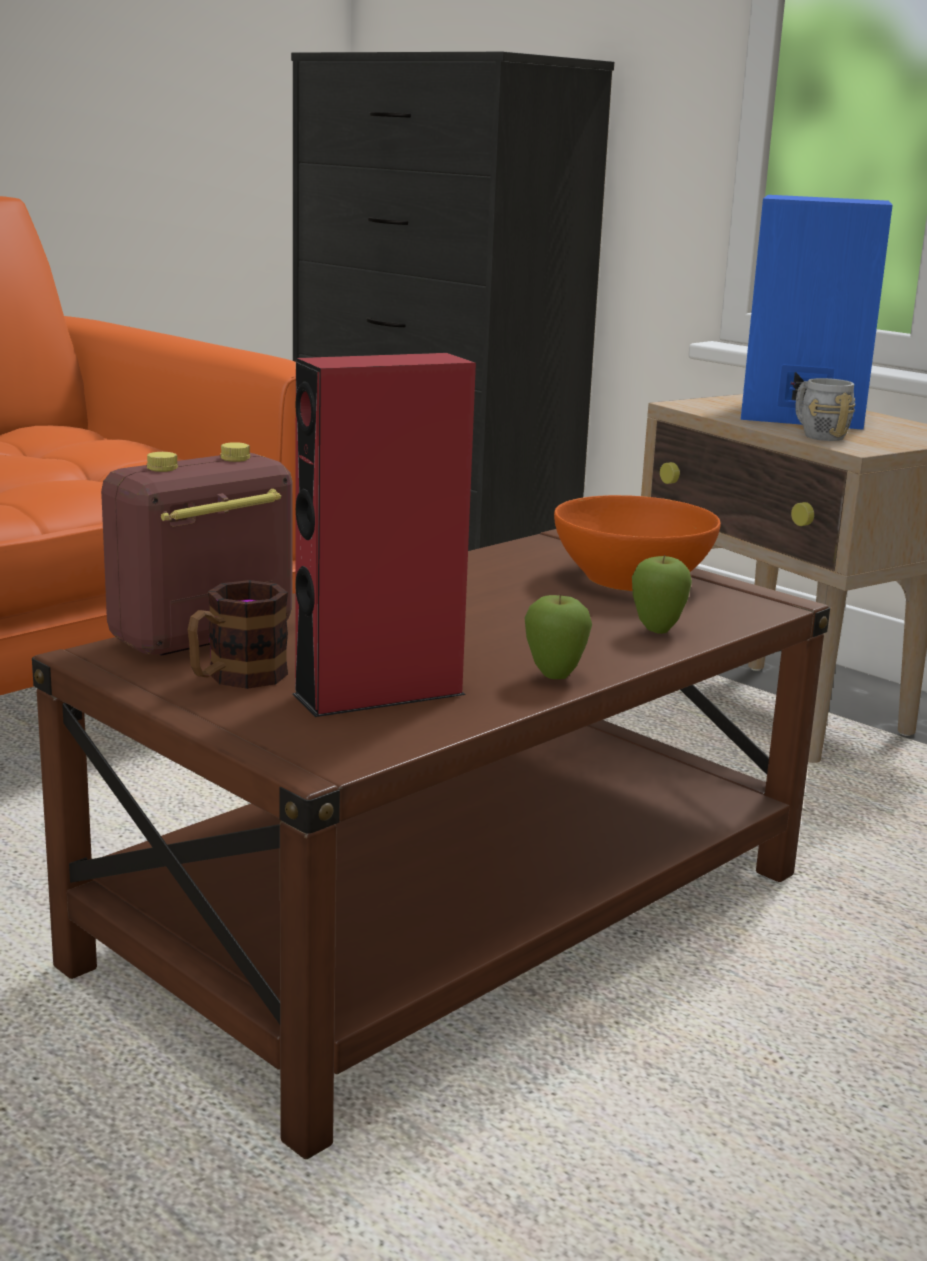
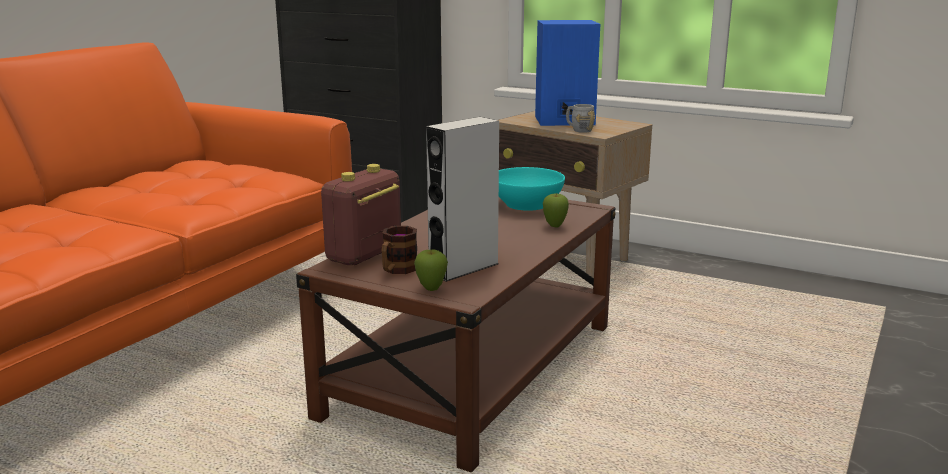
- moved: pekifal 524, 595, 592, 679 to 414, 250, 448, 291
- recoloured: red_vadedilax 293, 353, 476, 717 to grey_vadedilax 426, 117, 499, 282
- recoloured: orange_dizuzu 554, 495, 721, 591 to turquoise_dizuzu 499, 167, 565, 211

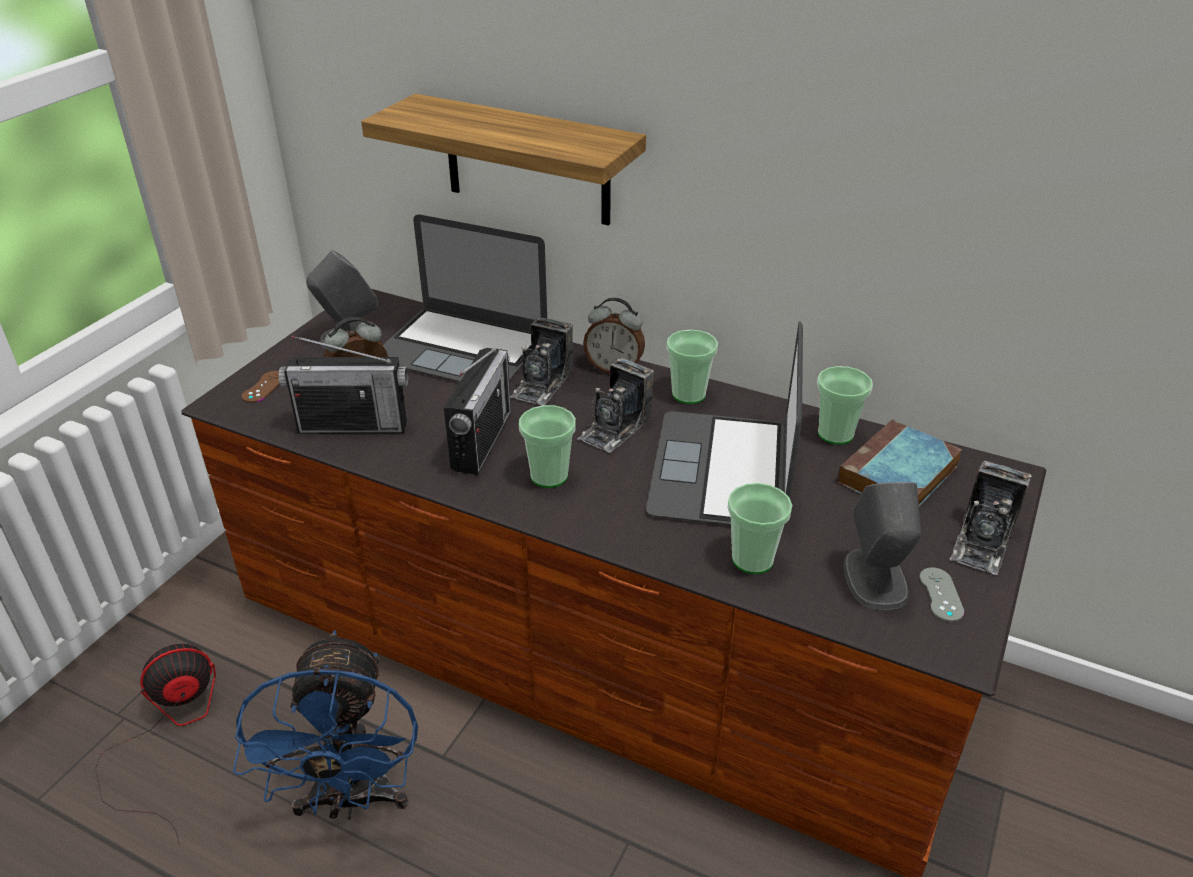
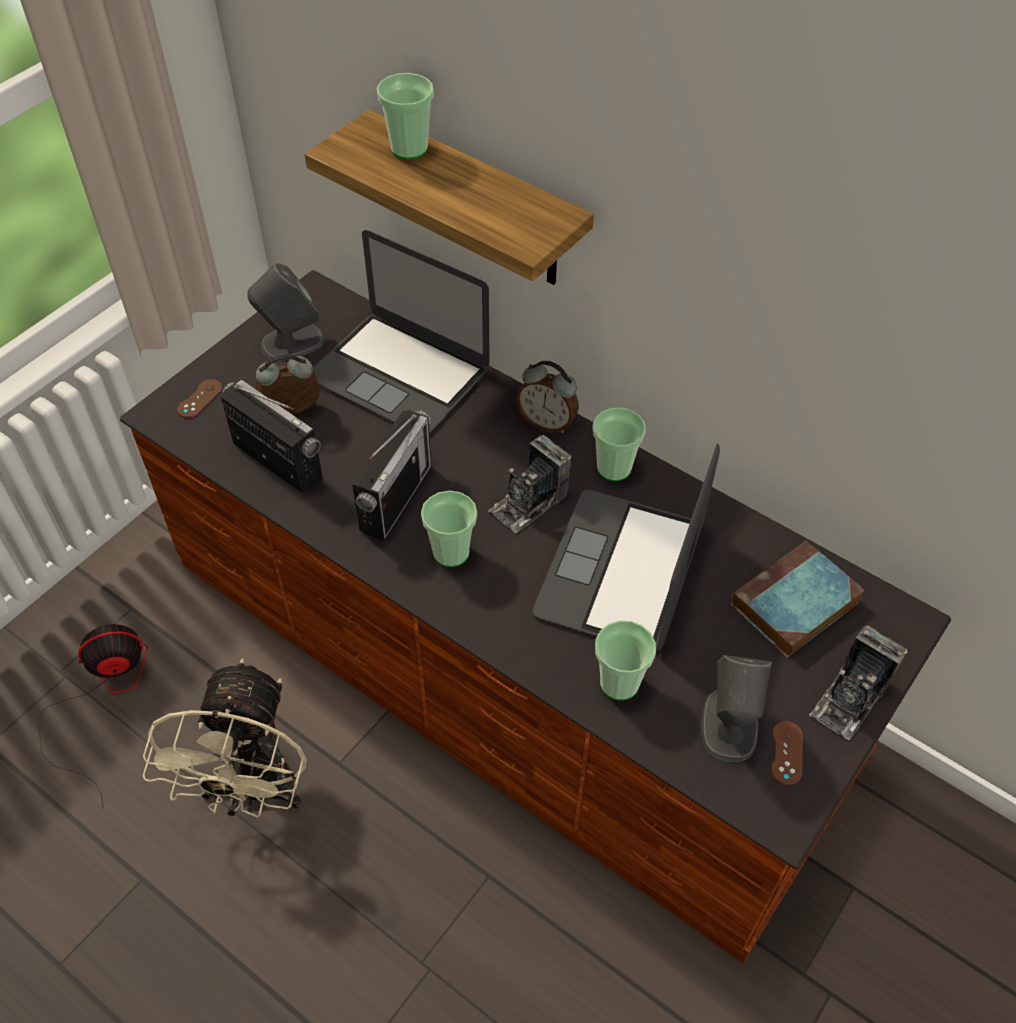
- removed: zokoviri 510, 317, 573, 405
- moved: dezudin 817, 366, 873, 445 to 377, 73, 434, 160
- recoloured: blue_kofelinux 233, 630, 418, 820 to beige_kofelinux 142, 658, 307, 818
- recoloured: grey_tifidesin 919, 567, 964, 622 to brown_tifidesin 771, 721, 803, 785
- turned: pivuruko 278, 336, 408, 434 = 221, 379, 323, 493 150 degrees counterclockwise

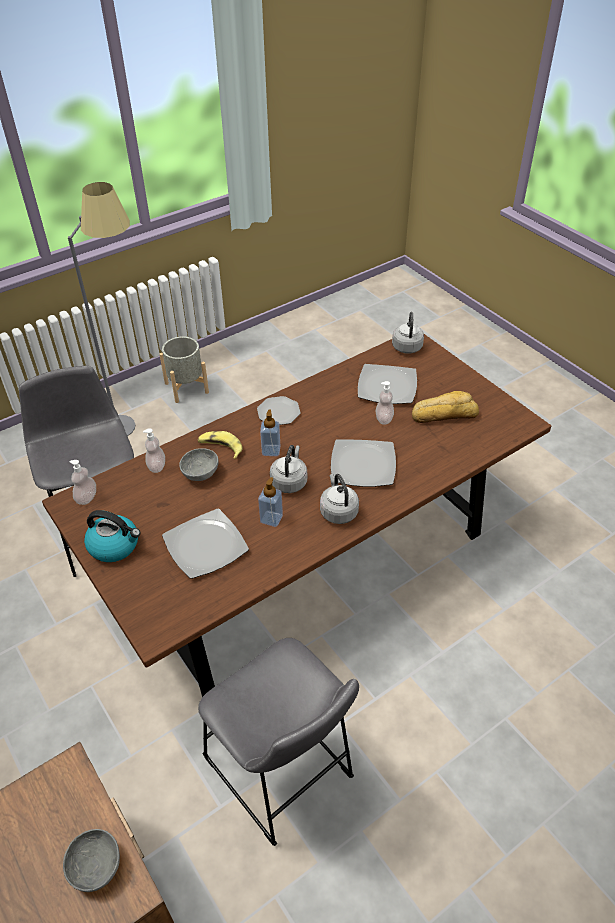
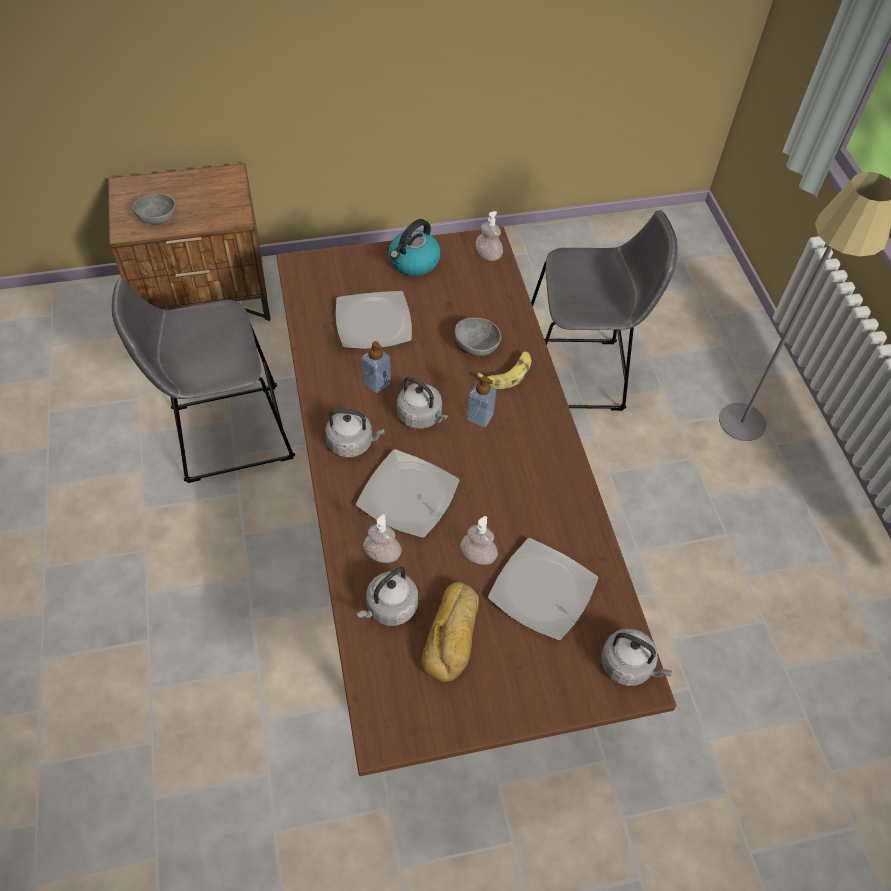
- removed: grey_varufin 159, 337, 209, 403
- removed: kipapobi 257, 396, 301, 425
- added: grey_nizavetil 357, 566, 418, 626
- moved: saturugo 143, 428, 165, 473 to 363, 514, 402, 563

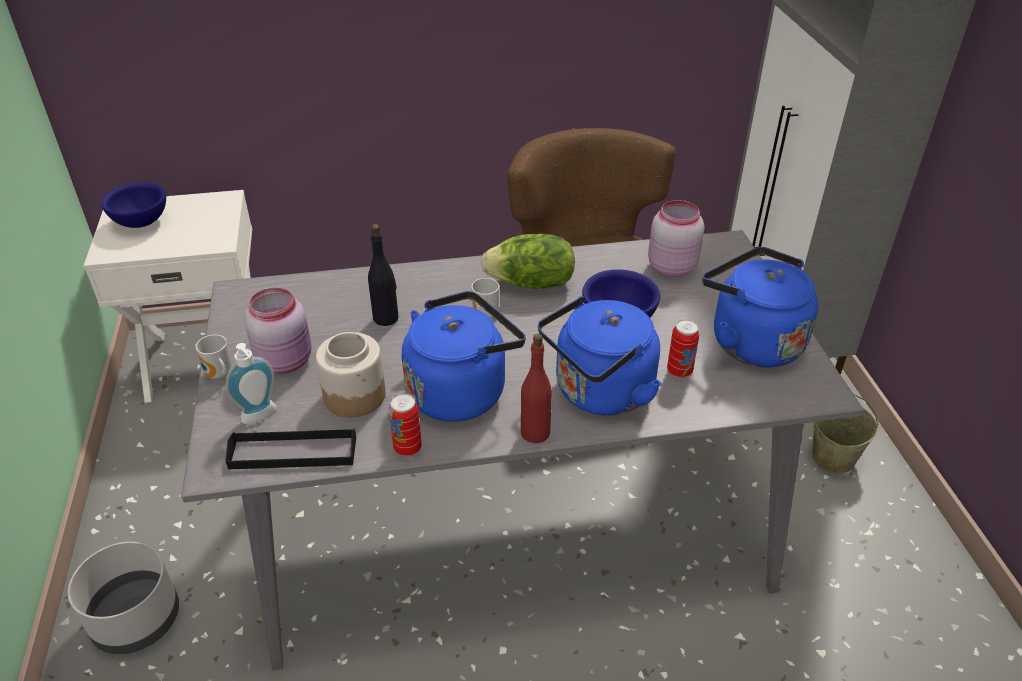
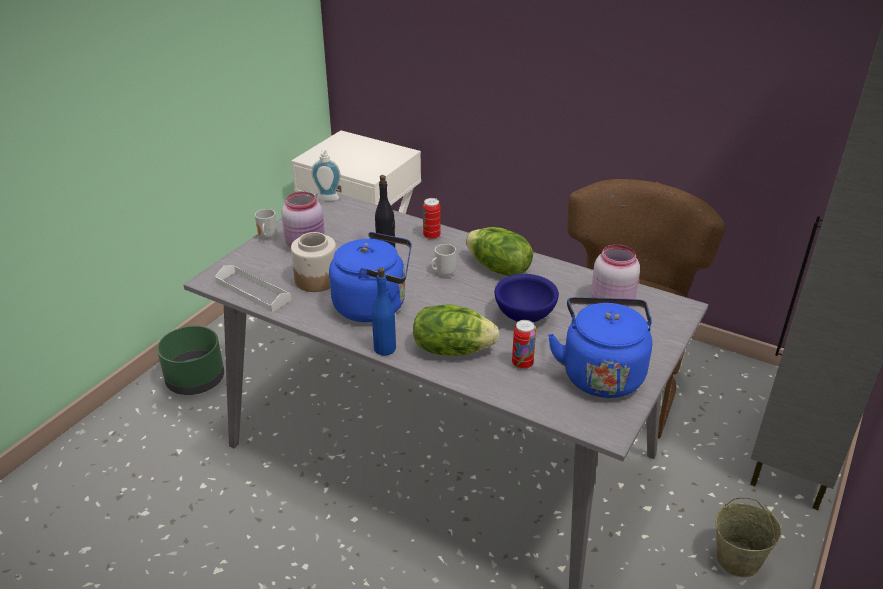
- removed: blue_dizuzu 101, 182, 166, 228
- moved: saturugo 226, 343, 277, 424 to 312, 148, 341, 201
- moved: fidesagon 389, 394, 422, 456 to 423, 198, 441, 240
- replaced: blue_nizavetil 538, 296, 661, 416 to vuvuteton 413, 304, 499, 356
- recoloured: grey_varufin 68, 541, 179, 654 to green_varufin 157, 326, 224, 395
- recoloured: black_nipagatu 225, 428, 356, 469 to white_nipagatu 215, 265, 291, 312
- recoloured: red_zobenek 521, 334, 552, 443 to blue_zobenek 372, 267, 396, 356

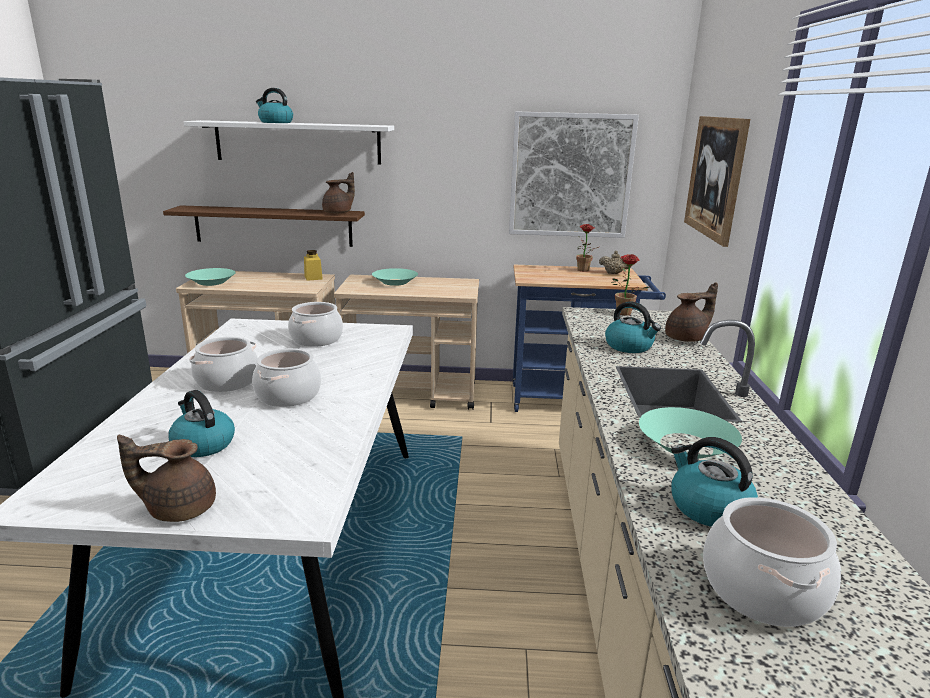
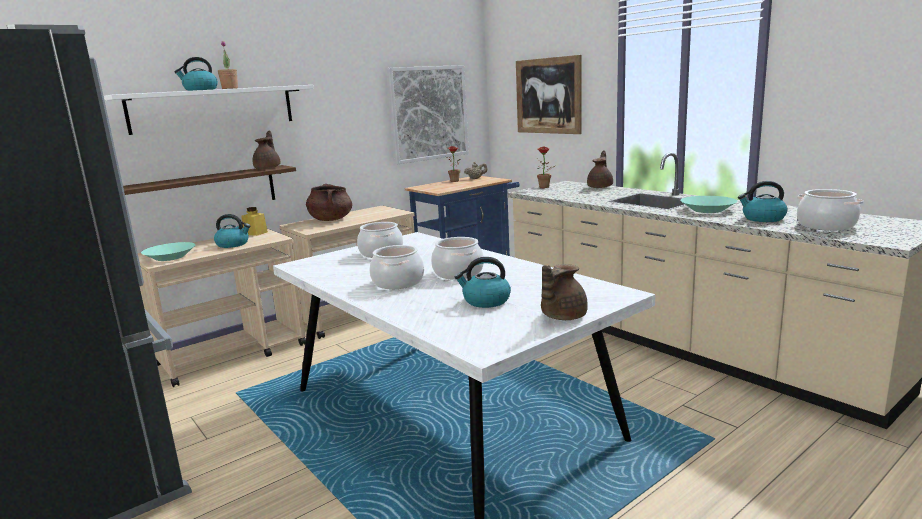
- added: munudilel 218, 41, 238, 89
- moved: nizavetil 605, 301, 661, 353 to 214, 214, 250, 248
- replaced: turquoise_dizuzu 372, 268, 418, 286 to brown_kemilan 306, 184, 352, 221

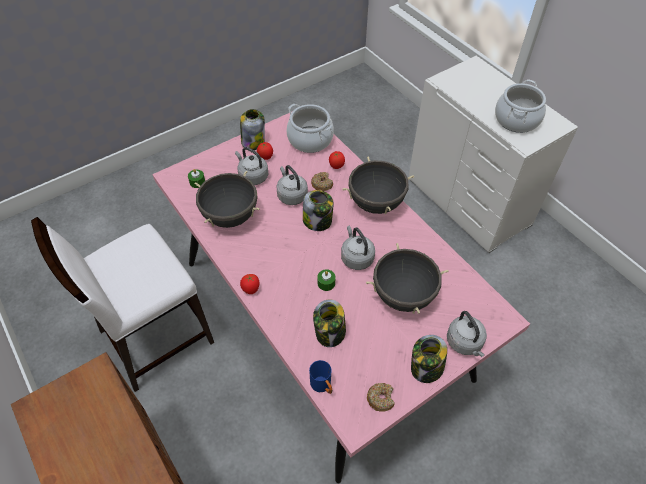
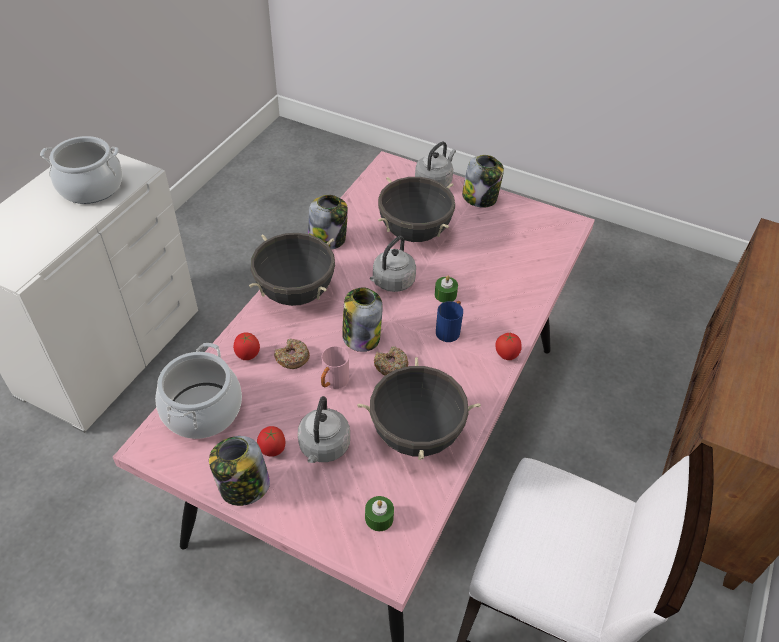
- moved: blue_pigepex 309, 360, 332, 394 to 436, 301, 463, 342
- moved: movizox 313, 300, 346, 347 to 308, 195, 348, 250
- moved: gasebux 367, 383, 395, 412 to 374, 346, 409, 376
- replaced: grey_nizavetil 276, 165, 308, 205 to pink_pigepex 321, 346, 349, 389

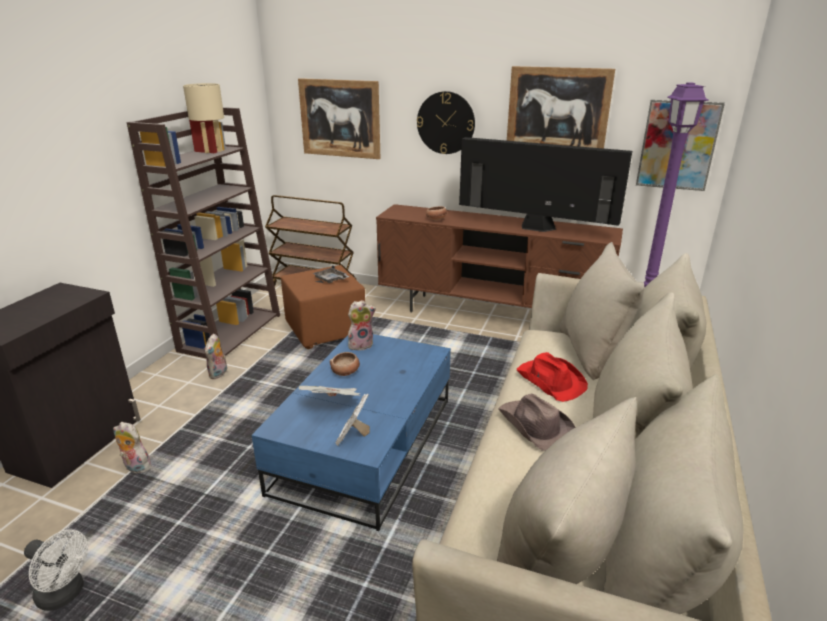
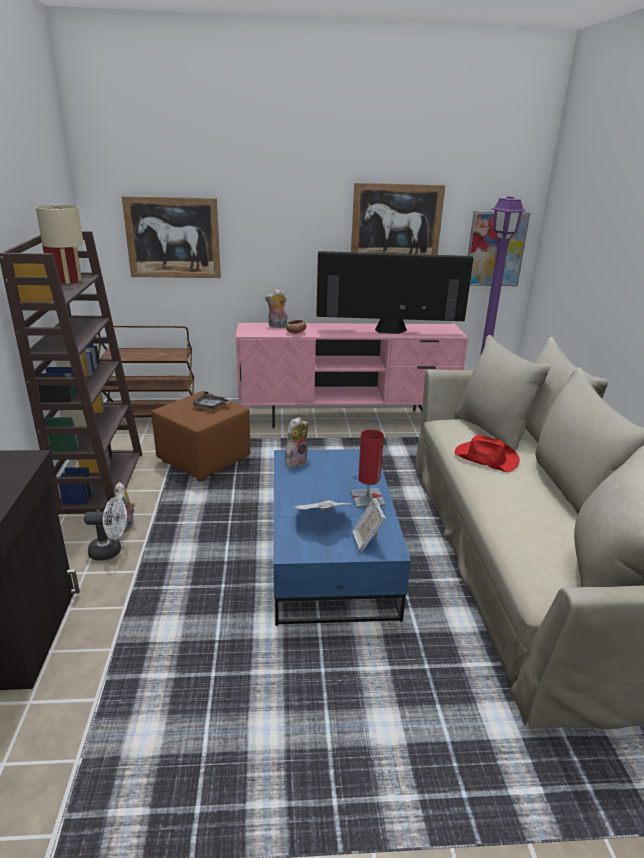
- removed: dizuzu 330, 352, 360, 376
- removed: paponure 417, 91, 475, 154
- removed: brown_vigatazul 498, 393, 576, 451
- added: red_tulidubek 351, 429, 385, 508
- moved: white_kofelinux 24, 529, 88, 611 to 84, 497, 127, 561
- moved: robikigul 113, 422, 151, 473 to 265, 289, 288, 329
- recoloured: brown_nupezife 376, 204, 623, 313 to pink_nupezife 236, 323, 468, 428

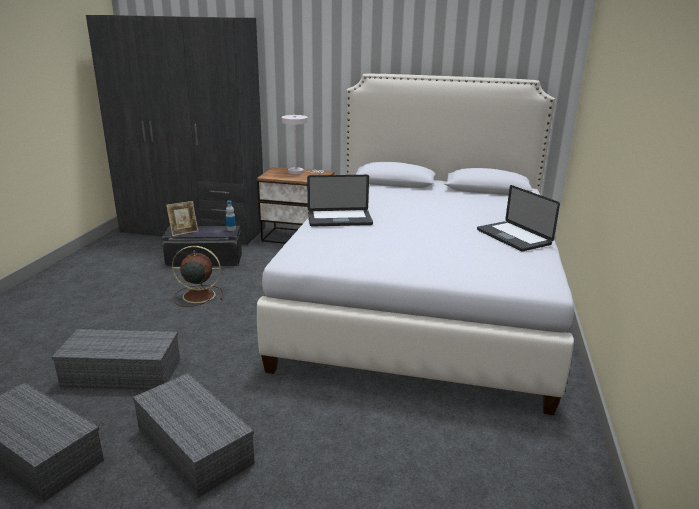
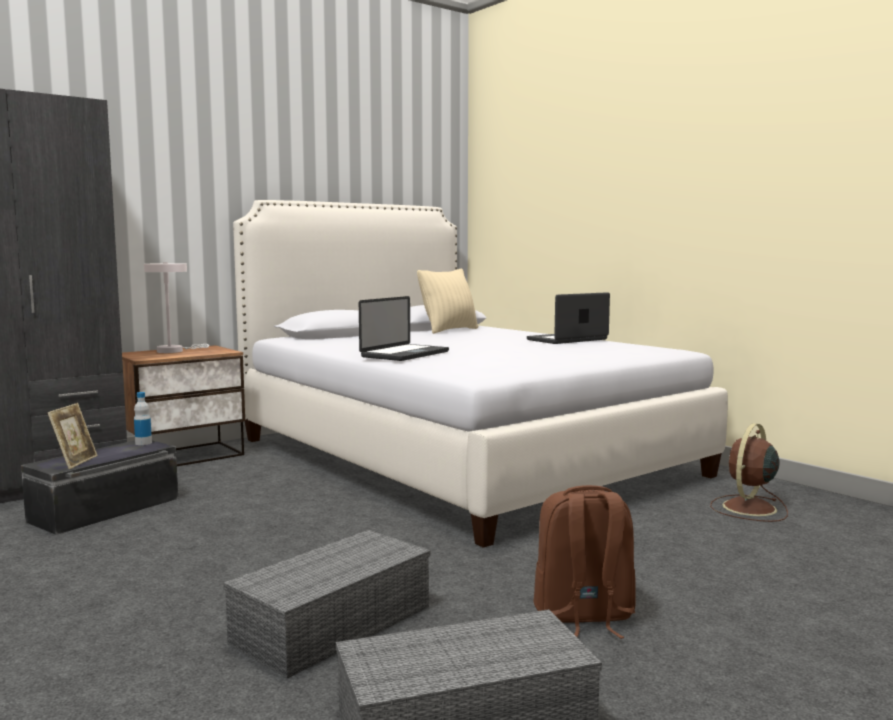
- added: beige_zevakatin 417, 269, 478, 334
- moved: brown_kofelinux 172, 246, 223, 307 to 710, 423, 788, 522
- replaced: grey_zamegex 133, 373, 255, 498 to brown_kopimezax 533, 485, 636, 639
- turned: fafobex 477, 185, 560, 251 = 527, 292, 610, 344 135 degrees clockwise

